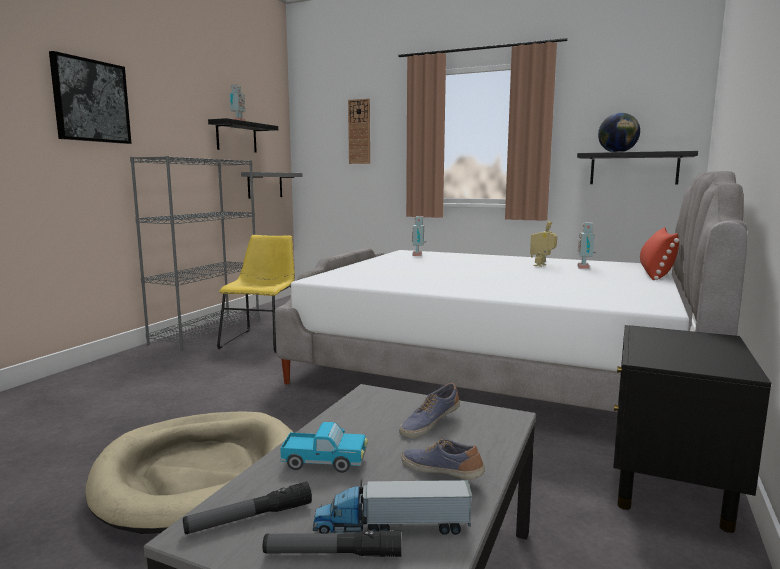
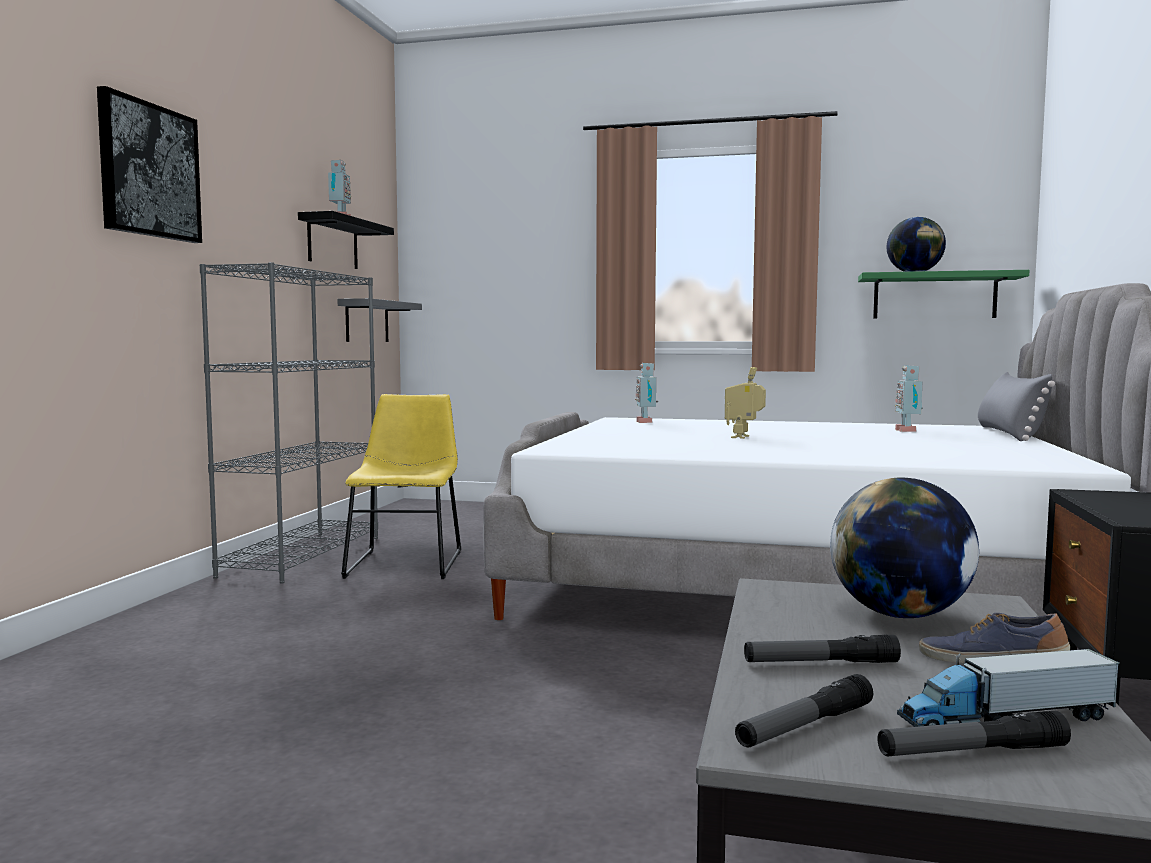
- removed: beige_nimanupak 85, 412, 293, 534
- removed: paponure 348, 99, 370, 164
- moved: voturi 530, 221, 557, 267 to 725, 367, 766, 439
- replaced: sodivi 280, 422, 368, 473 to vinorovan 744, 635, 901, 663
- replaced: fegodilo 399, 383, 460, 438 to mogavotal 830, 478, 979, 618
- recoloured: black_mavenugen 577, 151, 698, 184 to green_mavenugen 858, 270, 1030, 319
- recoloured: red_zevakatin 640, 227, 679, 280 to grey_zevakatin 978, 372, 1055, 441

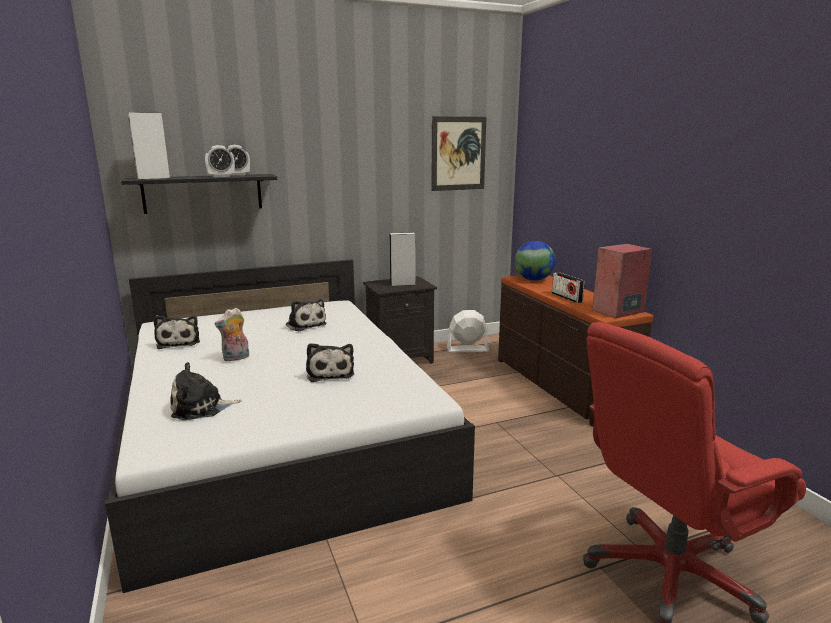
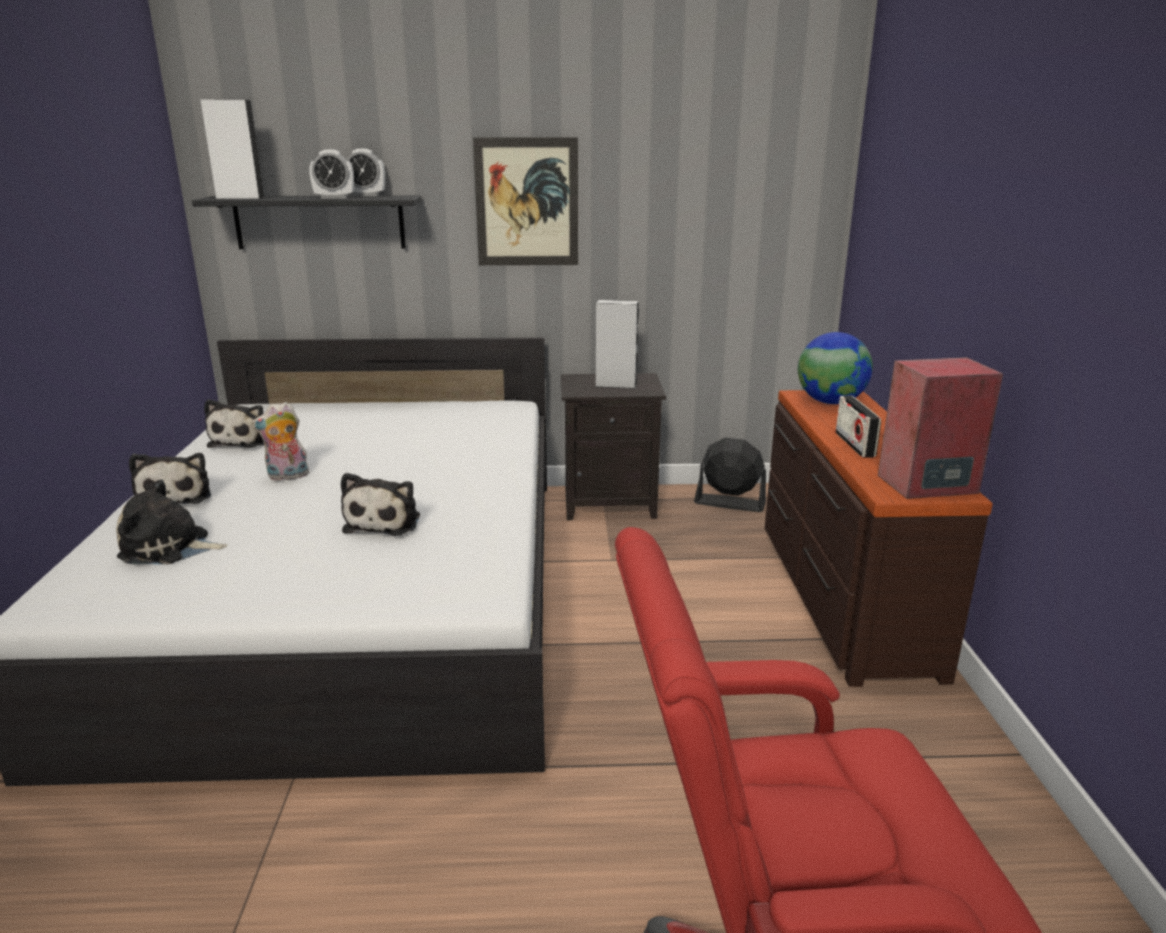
- moved: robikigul 286, 299, 327, 331 to 129, 453, 211, 504
- moved: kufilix 431, 116, 486, 191 to 473, 137, 578, 265
- recoloured: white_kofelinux 447, 310, 489, 352 to black_kofelinux 694, 438, 766, 512

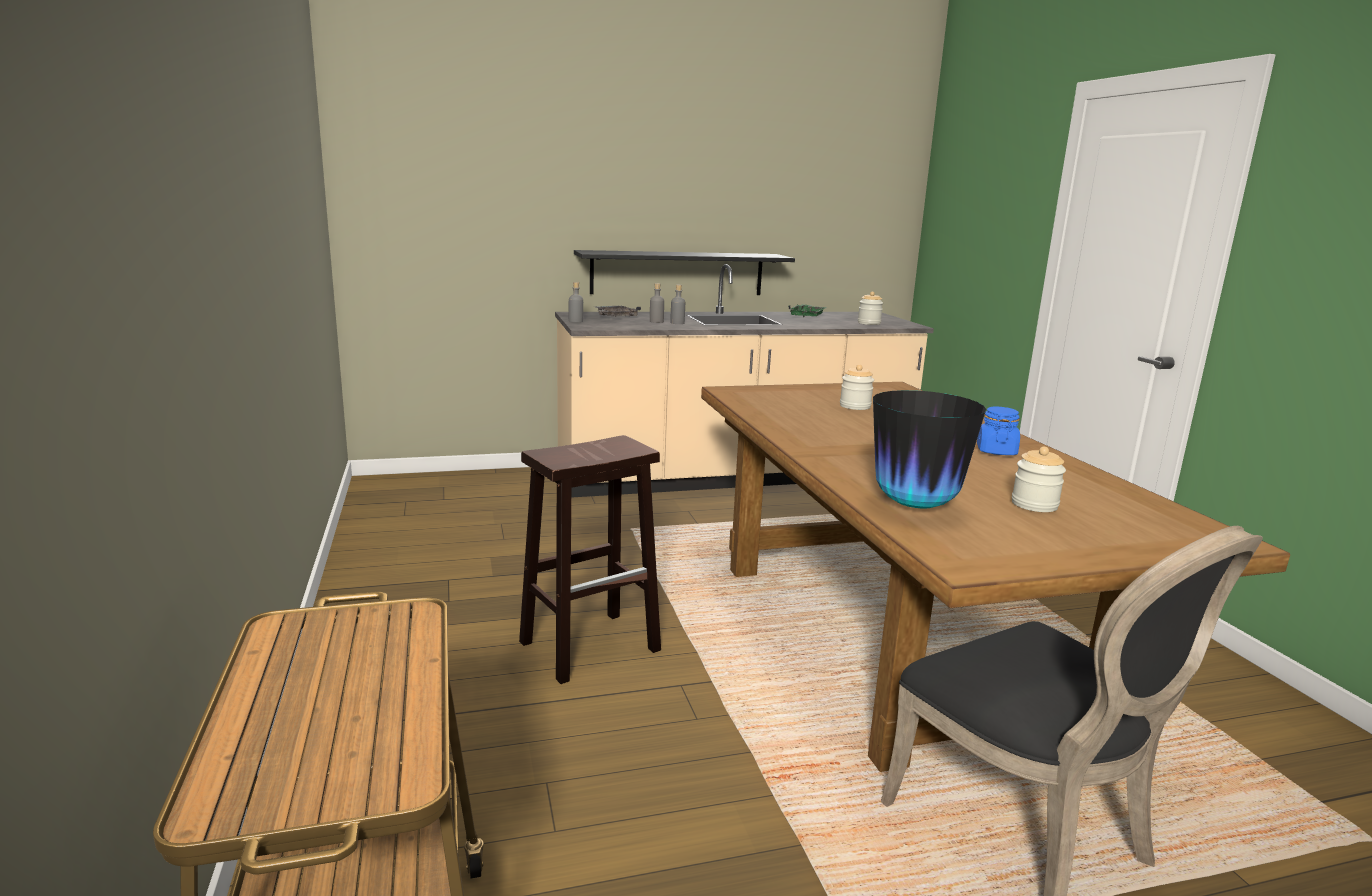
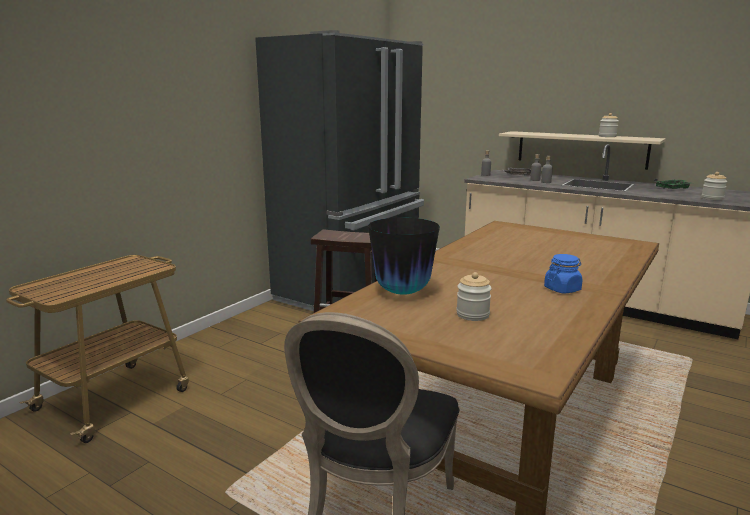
- added: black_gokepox 255, 30, 424, 311
- moved: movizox 840, 364, 874, 410 to 599, 113, 619, 137
- recoloured: black_mavenugen 574, 250, 795, 295 to beige_mavenugen 499, 131, 666, 170

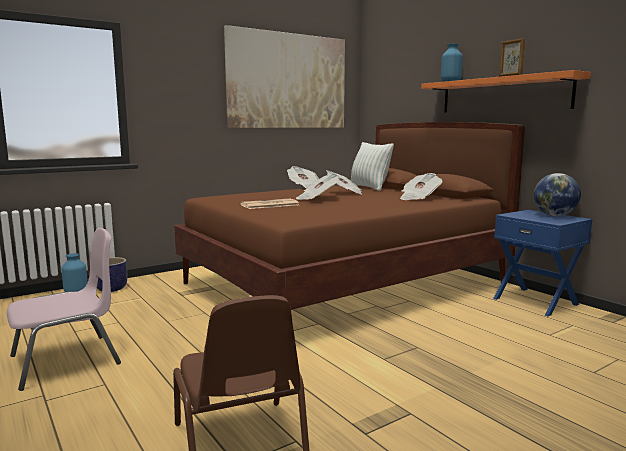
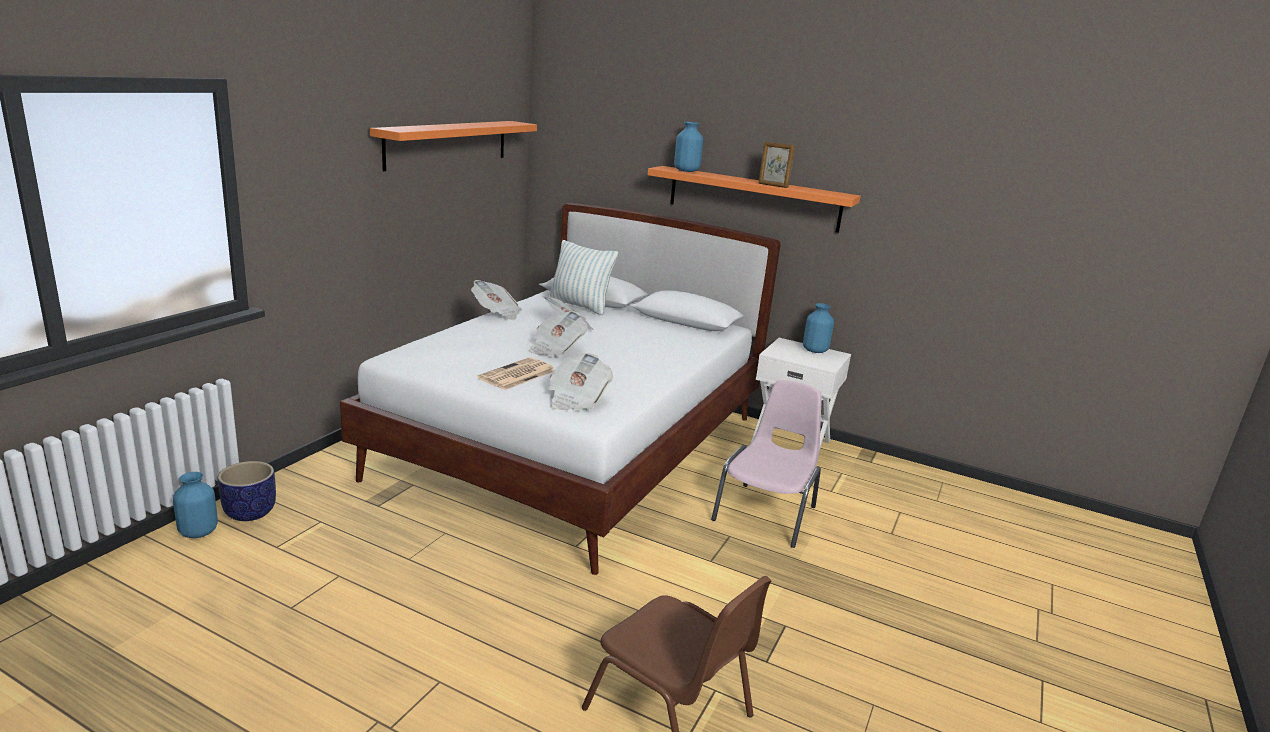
- moved: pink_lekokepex 7, 228, 121, 391 to 711, 380, 822, 548
- moved: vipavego 400, 173, 442, 200 to 548, 353, 613, 410
- replaced: kufilix 224, 25, 345, 128 to orange_mavenugen 370, 121, 537, 171
- replaced: mogavotal 534, 173, 581, 216 to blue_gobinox 803, 303, 834, 353
- recoloured: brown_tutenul 174, 122, 525, 310 to white_tutenul 340, 203, 780, 575
- recoloured: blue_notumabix 493, 210, 592, 316 to white_notumabix 751, 338, 851, 451

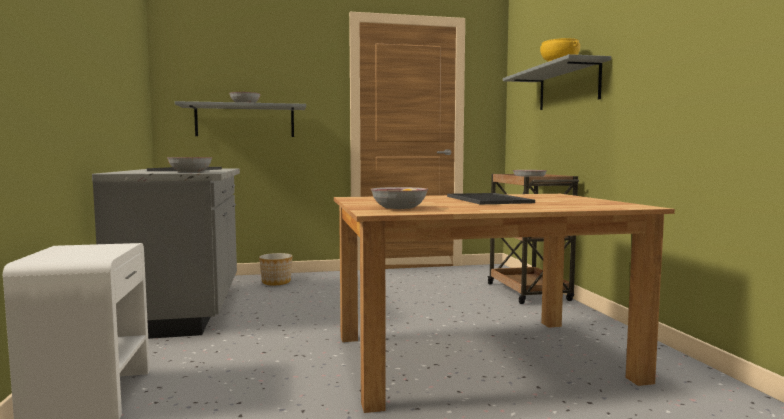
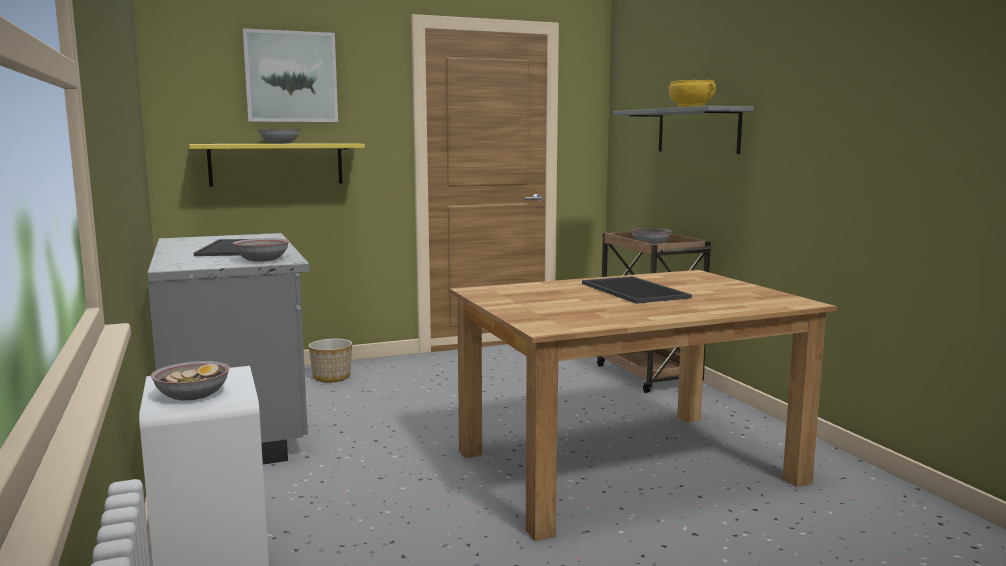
- added: kufilix 242, 28, 338, 122
- moved: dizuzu 371, 187, 428, 209 to 151, 361, 230, 401
- recoloured: grey_mavenugen 175, 101, 306, 137 to yellow_mavenugen 189, 143, 365, 187

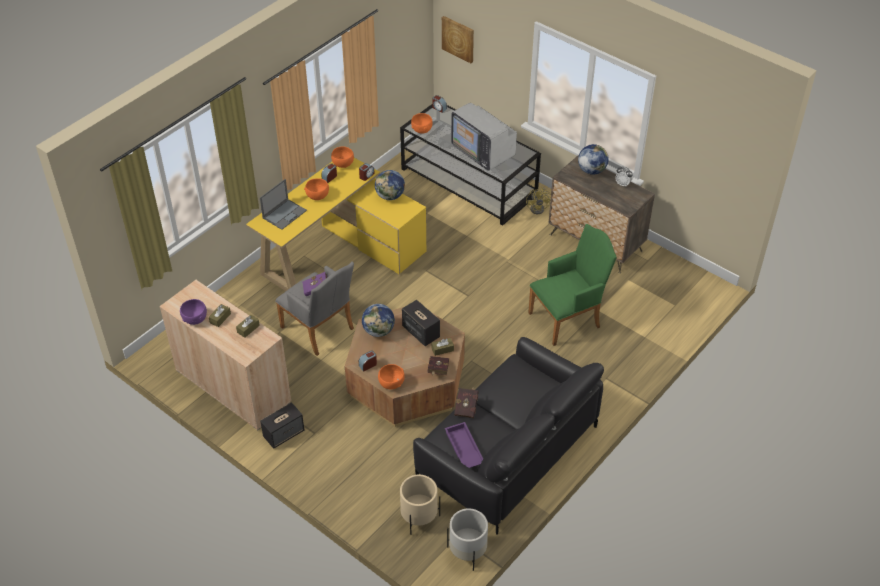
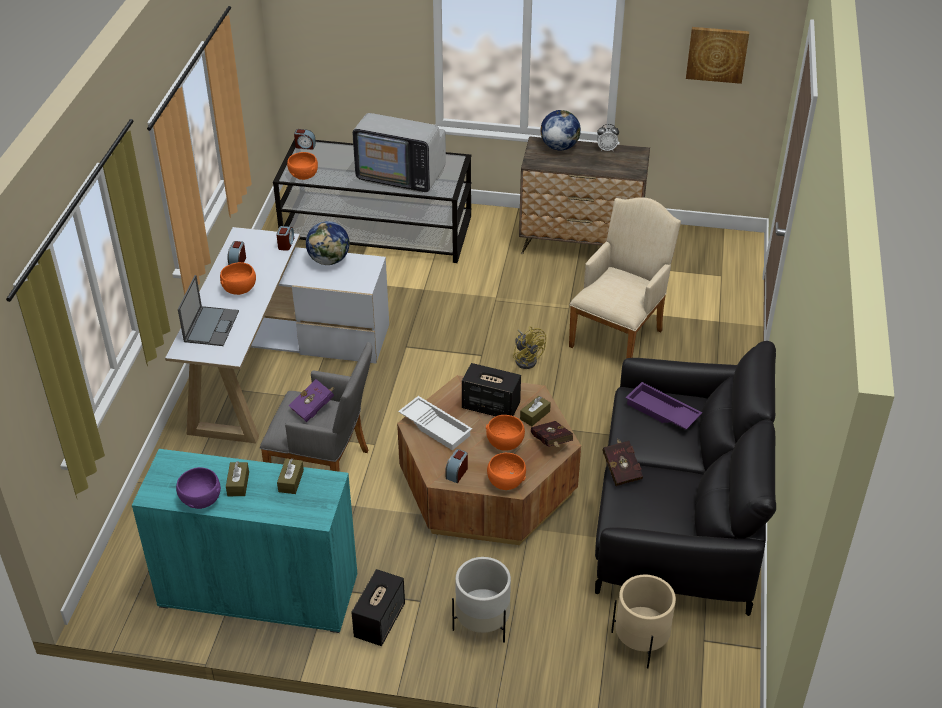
- moved: orange_dizuzu 331, 146, 354, 168 to 486, 415, 525, 451
- moved: kufilix 442, 16, 474, 63 to 686, 27, 749, 84
- moved: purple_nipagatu 445, 422, 483, 468 to 626, 382, 702, 430
- moved: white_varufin 447, 508, 488, 571 to 452, 557, 511, 643
- moved: yellow_kofelinux 526, 187, 551, 214 to 513, 326, 546, 369
- replaced: mogavotal 362, 304, 395, 337 to white_nipagatu 398, 396, 472, 450
- recoloured: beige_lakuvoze 160, 280, 291, 430 to turquoise_lakuvoze 132, 449, 357, 633
- recoloured: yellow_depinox 246, 158, 426, 291 to white_depinox 165, 227, 389, 443
- recoloured: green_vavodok 528, 224, 617, 346 to beige_vavodok 569, 197, 681, 358

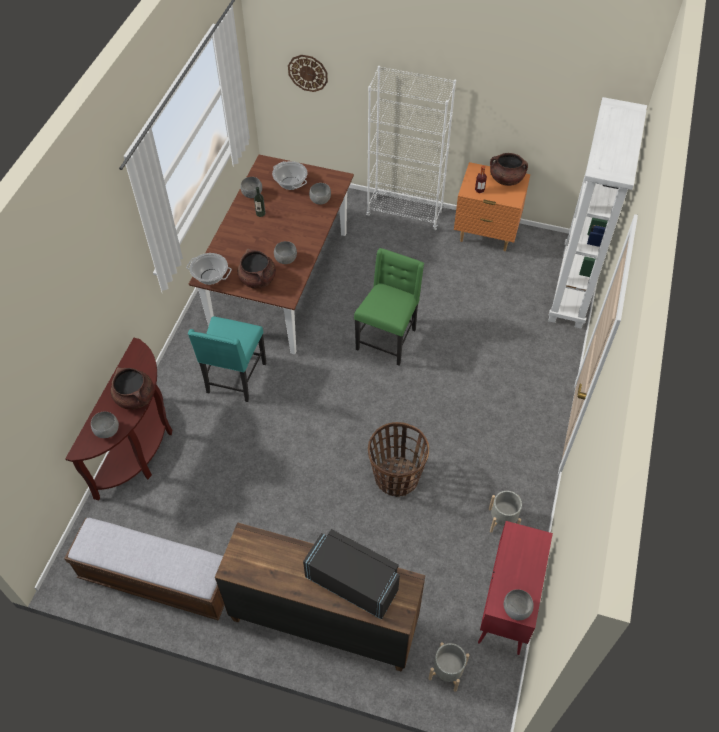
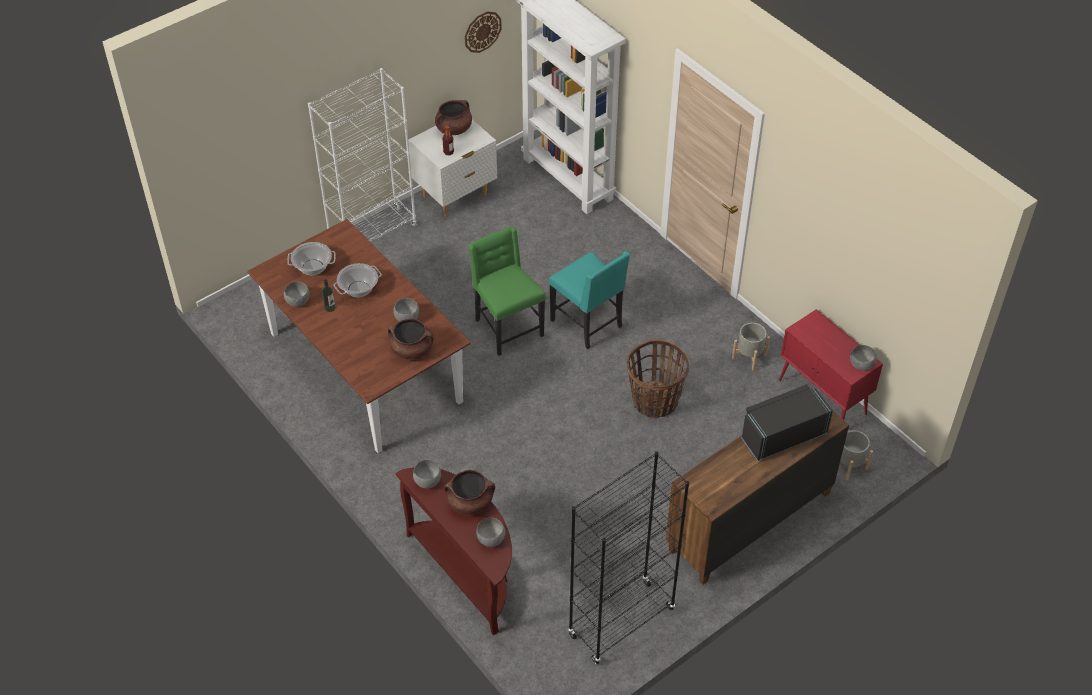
- moved: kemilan 186, 253, 232, 285 to 333, 263, 382, 297
- moved: turquoise_lekokepex 188, 316, 266, 402 to 549, 251, 630, 349
- moved: paponure 288, 55, 328, 92 to 465, 11, 502, 53
- moved: grey_dizuzu 309, 183, 331, 205 to 413, 460, 441, 489
- replaced: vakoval 64, 518, 225, 621 to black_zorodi 568, 452, 689, 664
- recoloured: orange_notumabix 454, 162, 530, 251 to white_notumabix 408, 120, 497, 217

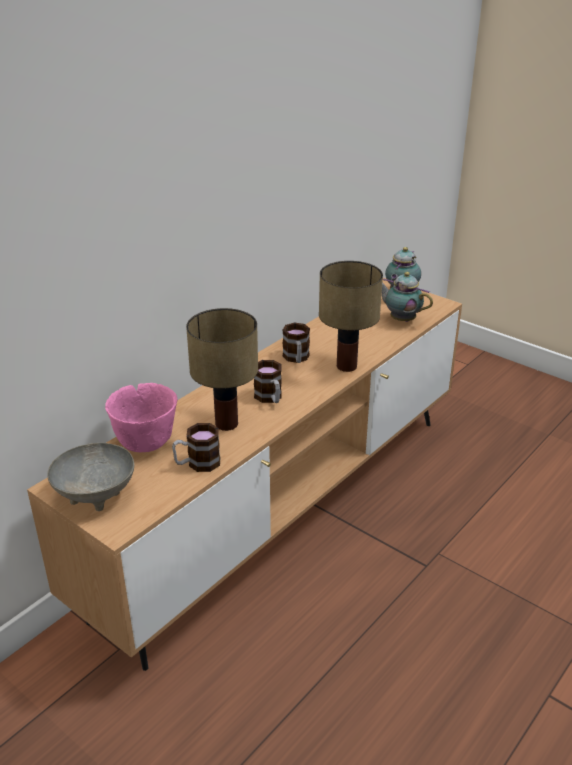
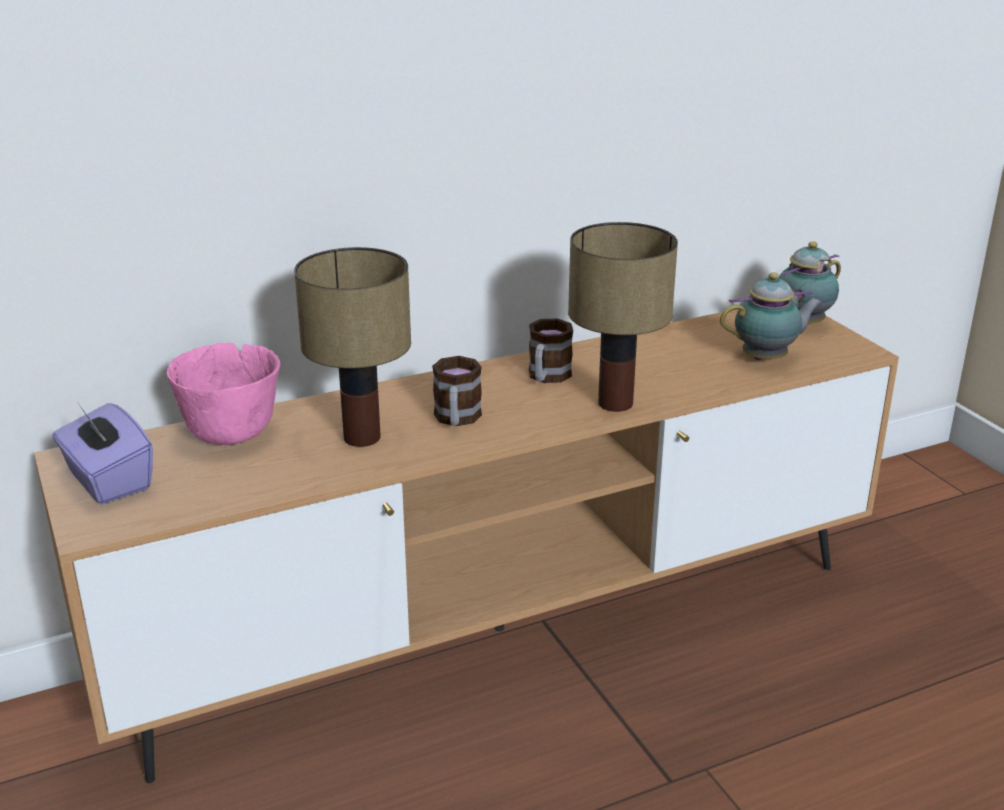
- removed: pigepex 172, 423, 220, 472
- replaced: grey_dizuzu 47, 443, 134, 511 to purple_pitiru 52, 403, 153, 504
- turned: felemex 382, 272, 433, 322 = 720, 272, 823, 360 105 degrees clockwise

